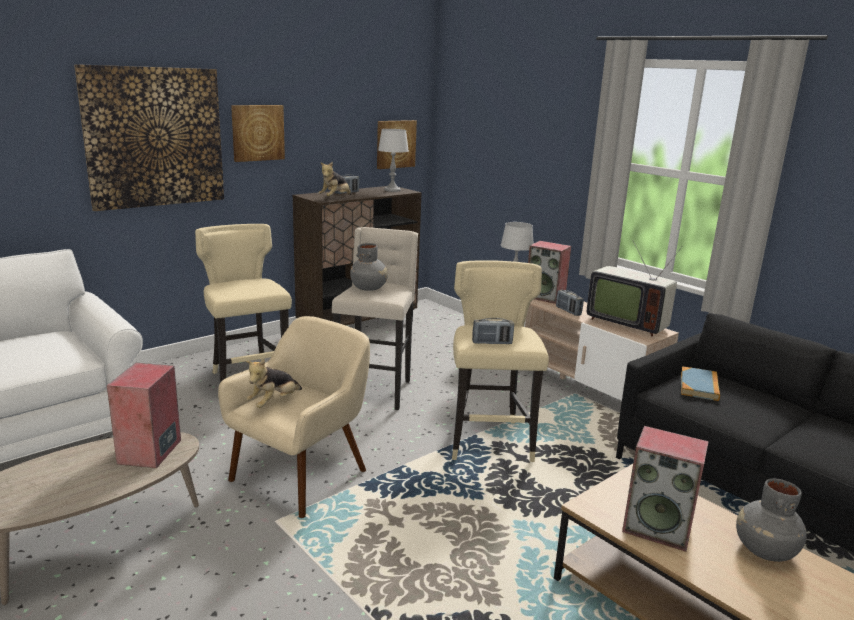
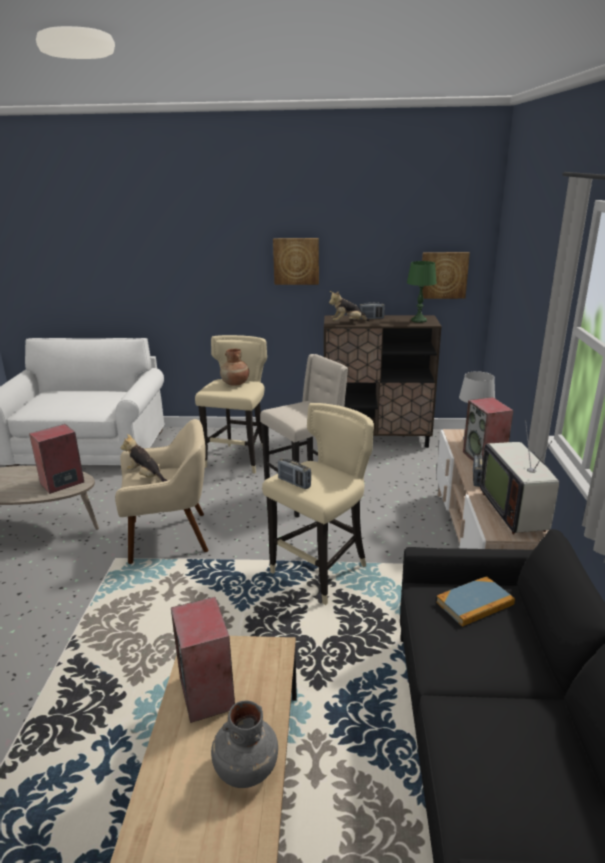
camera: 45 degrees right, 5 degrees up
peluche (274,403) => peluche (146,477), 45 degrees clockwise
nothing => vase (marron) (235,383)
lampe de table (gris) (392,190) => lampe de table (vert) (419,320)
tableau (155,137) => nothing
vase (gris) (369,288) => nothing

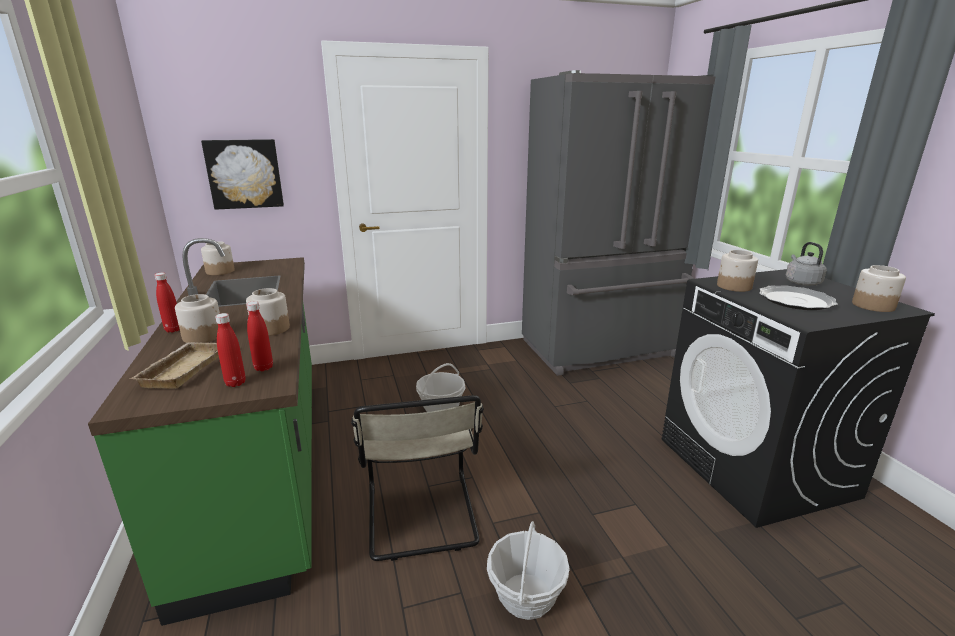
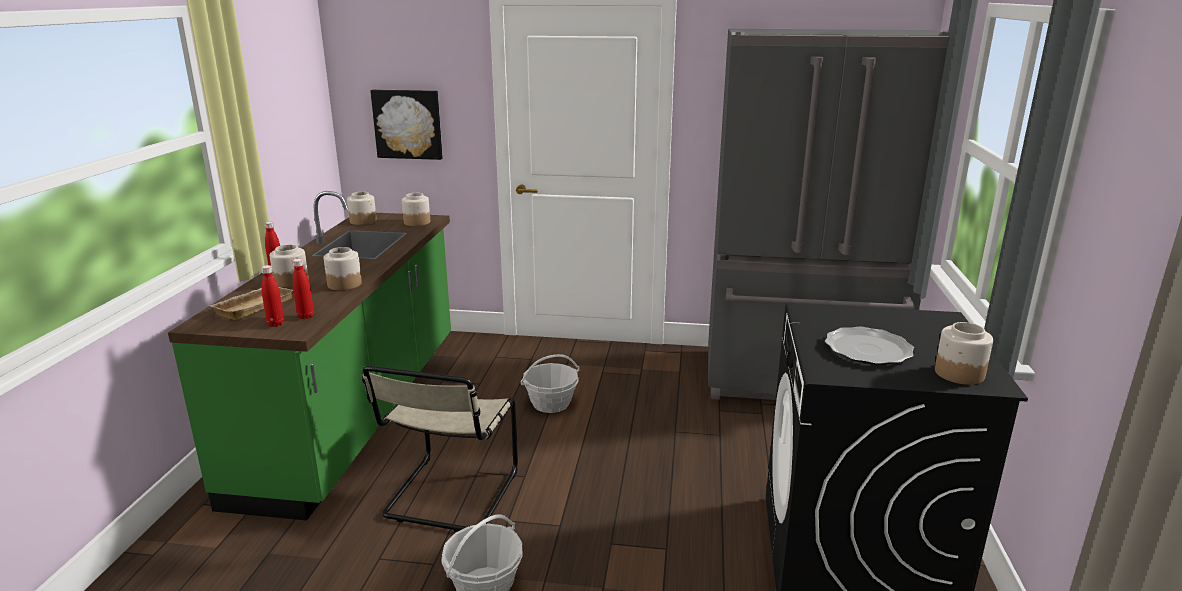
camera: 25 degrees right, 0 degrees up
bocal (733,286) => bocal (416,222), moved
bouilloire (gris) (801,282) => nothing

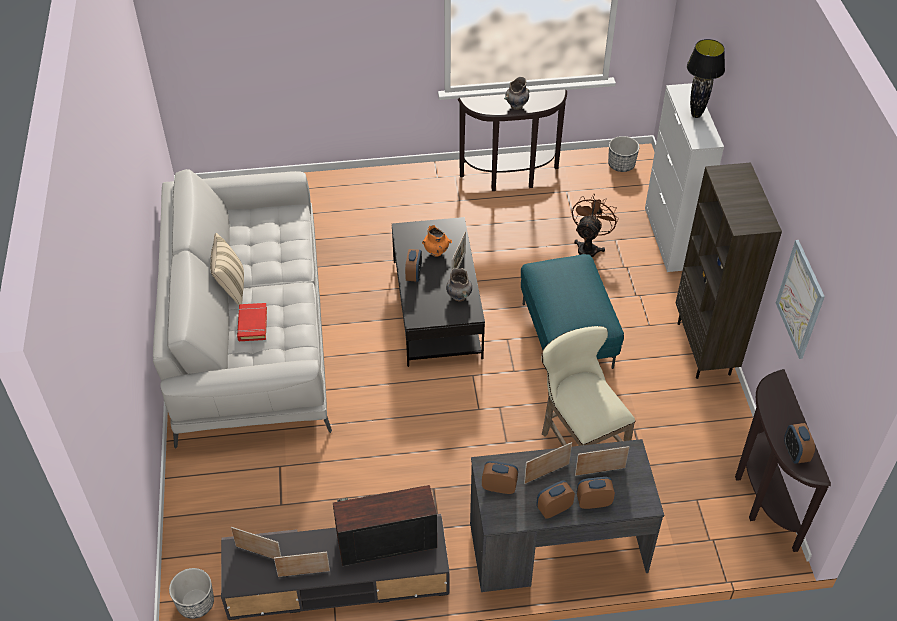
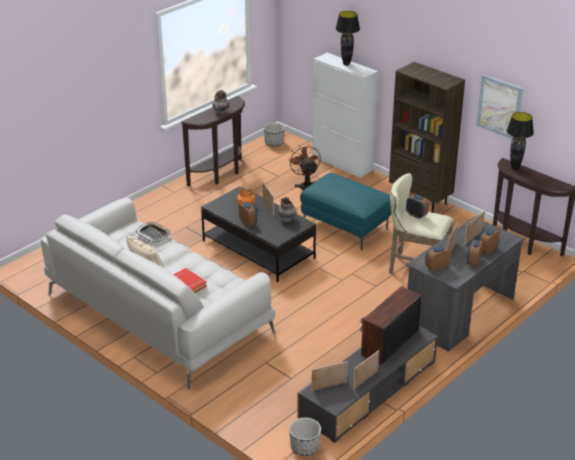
camera: 40 degrees left, 15 degrees down
nothing => plateau (153,234)
réveil (795,453) => réveil (416,215), moved
nothing => lampe de table (noir) (515,168)

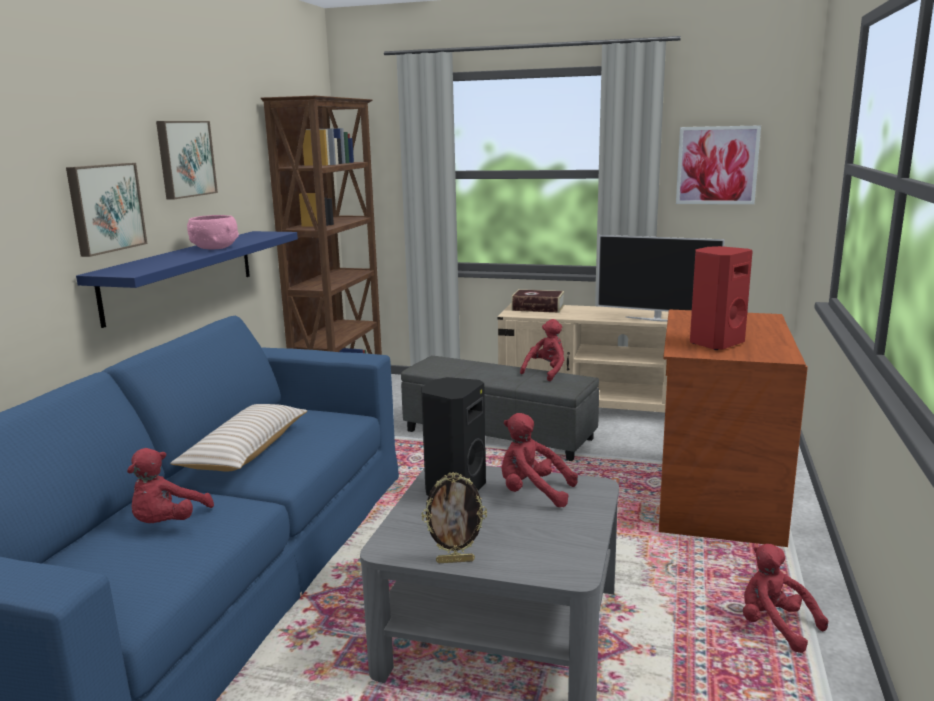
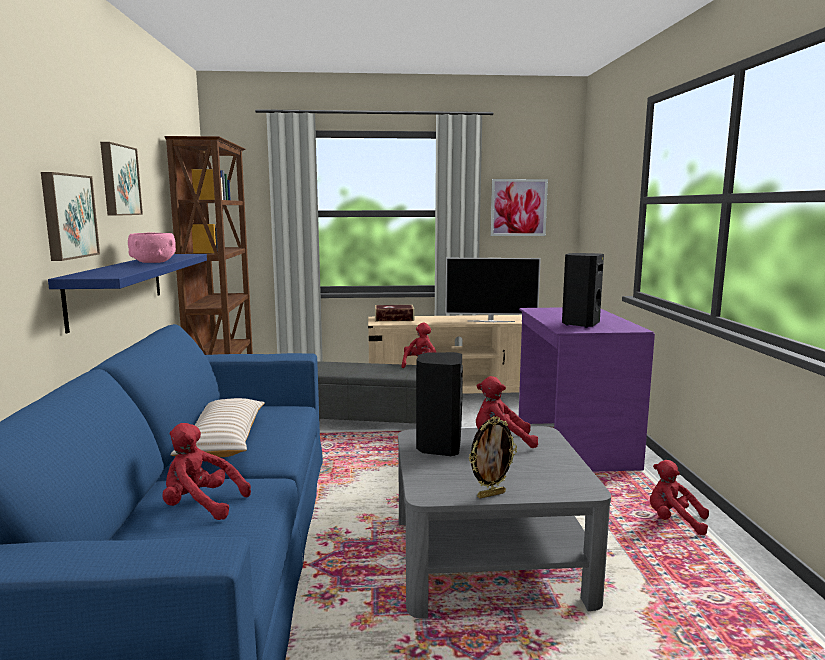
camera: 20 degrees left, 5 degrees down
peluche (rouge) (168,523) => peluche (rouge) (201,506), 105 degrees clockwise
bureau (marron) (716,496) => bureau (violet) (572,444)
enceinte (rouge) (714,343) => enceinte (noir) (580,324)

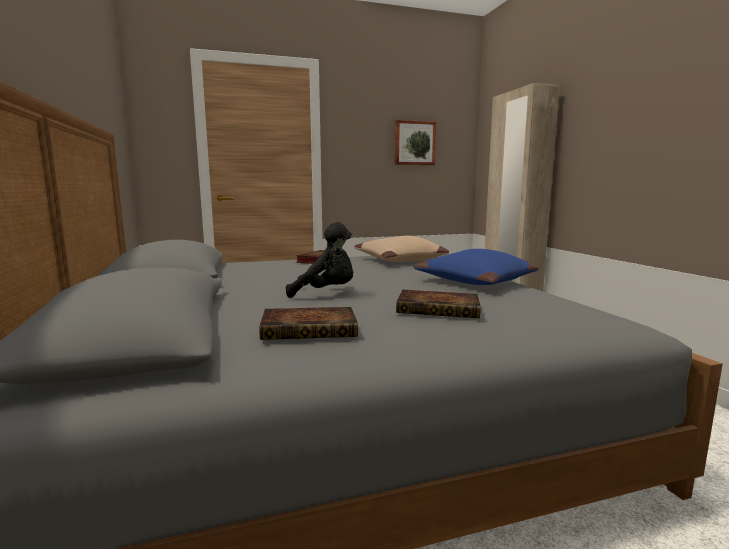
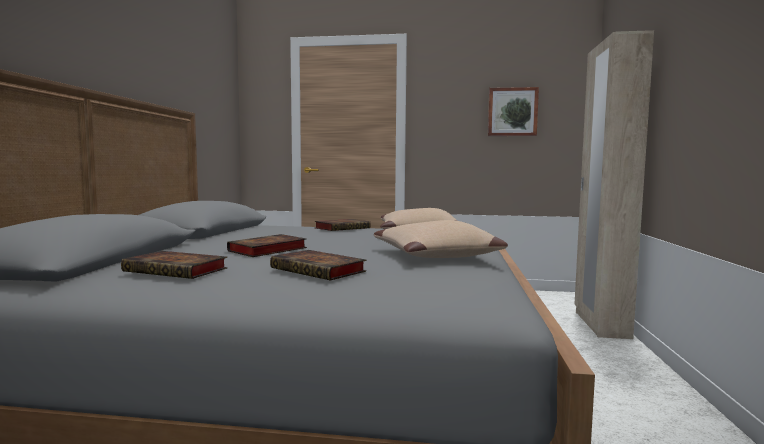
camera: 25 degrees right, 5 degrees down
peluche (noir) (326,293) => livre (266,250)
coussin (bleu) (476,281) => coussin (beige) (437,255)

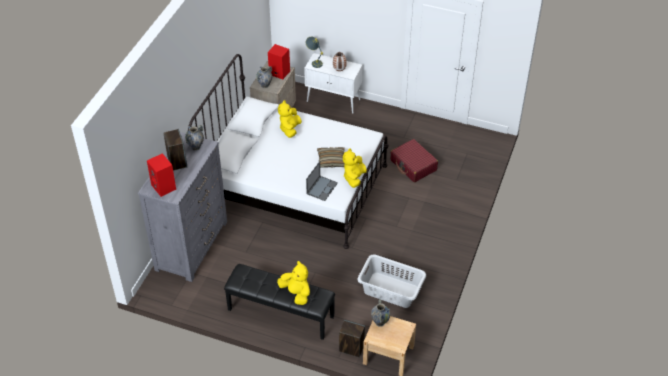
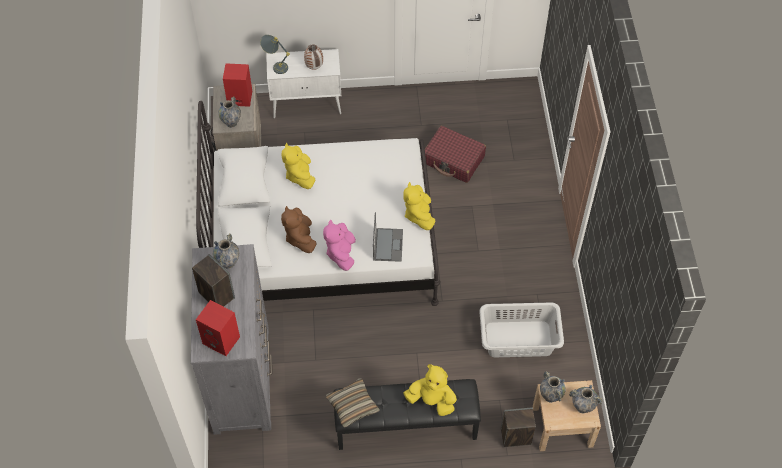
camera: 25 degrees left, 10 degrees up
nothing => peluche (marron) (300,238)
nothing => peluche (rose) (341,253)
coussin (331,160) => coussin (352,406), moved
nothing => vase (582,407)

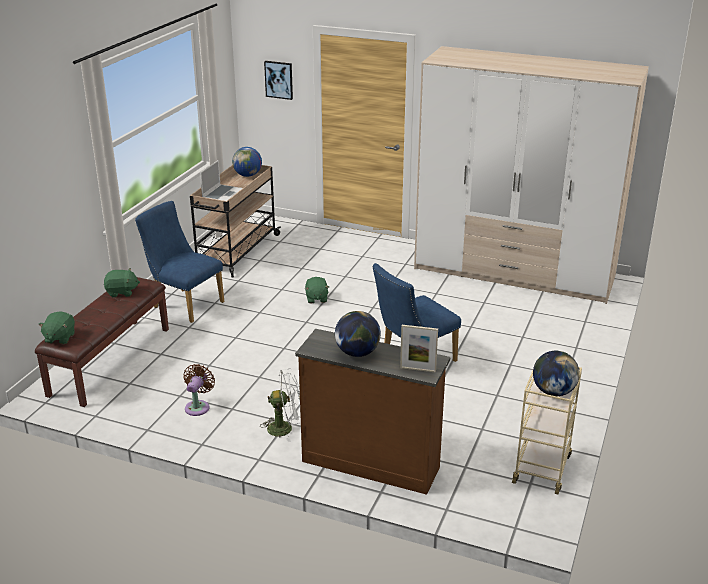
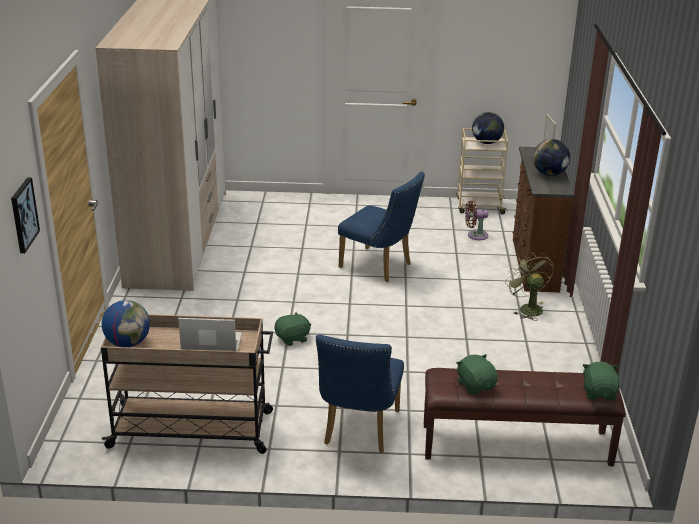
camera: 110 degrees left, 0 degrees up
ventilateur (marron) (198,406) => ventilateur (marron) (475,235), moved
ventilateur (blanc) (285,428) => ventilateur (vert) (527,308)
peluche (vert) (59,338) => peluche (vert) (599,393), 75 degrees counterclockwise

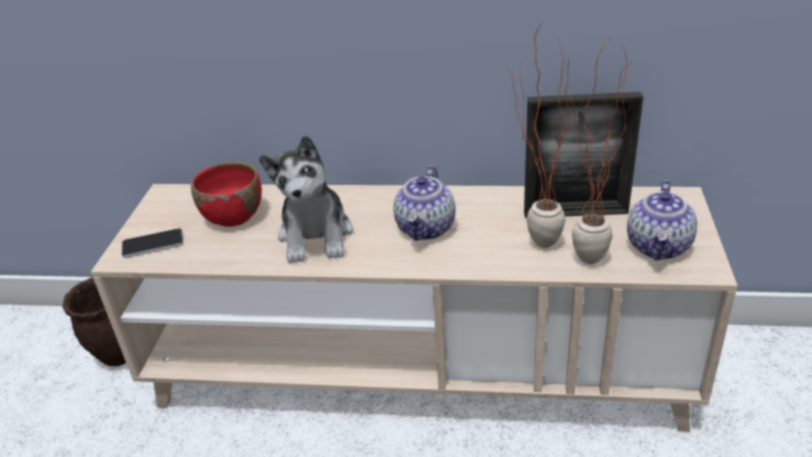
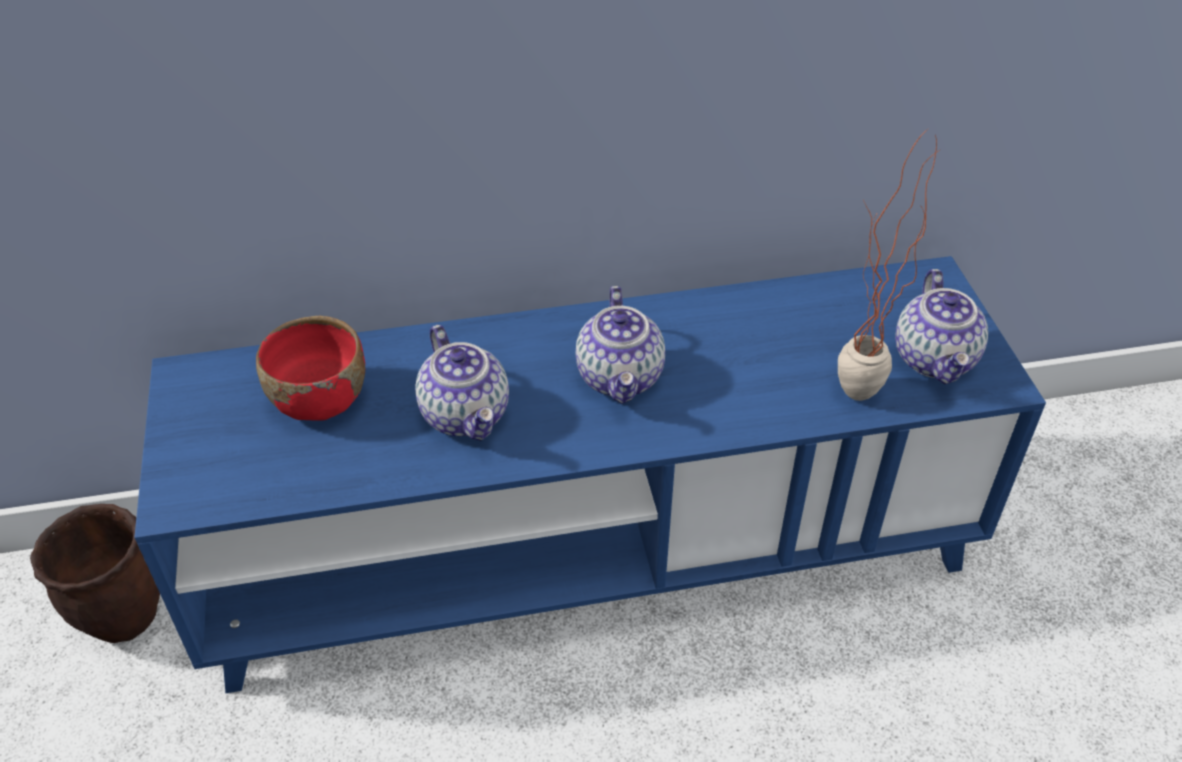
camera: 20 degrees left, 10 degrees up
meuble télé (beige) (417,370) => meuble télé (bleu) (591,555)
peluche (316,236) => théière (466,414)
téléphone (153,244) => nothing
plante en pot (532,242) => nothing
cadre photo (575,213) => nothing

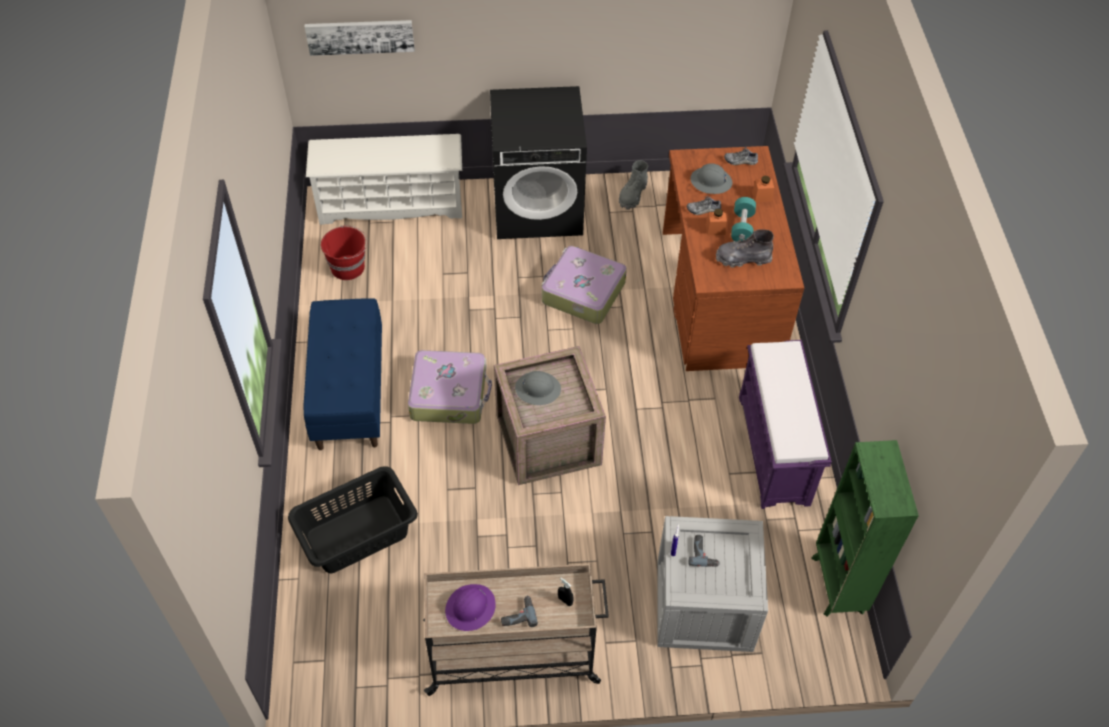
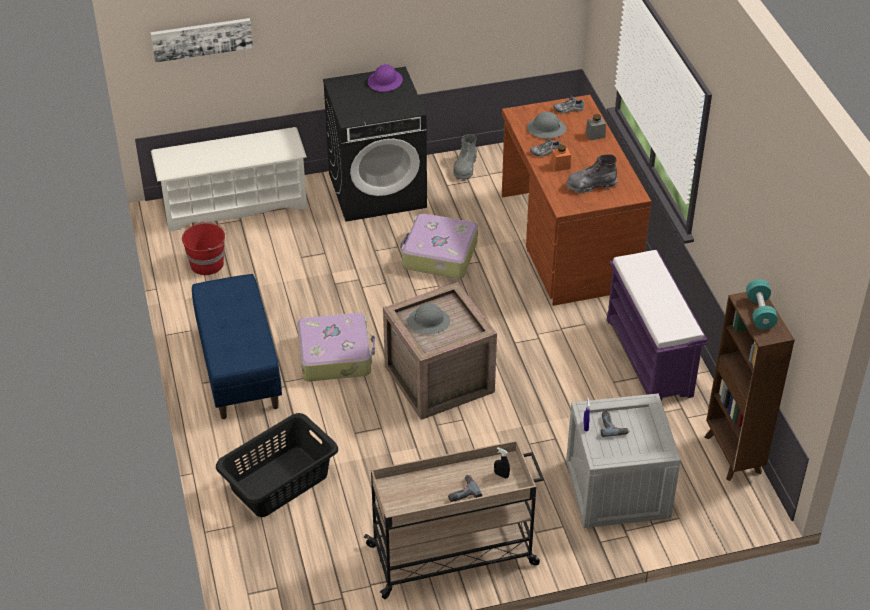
camera: 10 degrees left, 10 degrees down
casque de chantier (violet) (471,608) => casque de chantier (violet) (385,82), moved
bocal (orange) (762,196) => bocal (gris) (595,135)
bibliothèque (vert) (837,586) => bibliothèque (marron) (733,455)
haltère (turquoise) (742,227) => haltère (turquoise) (760,312), moved

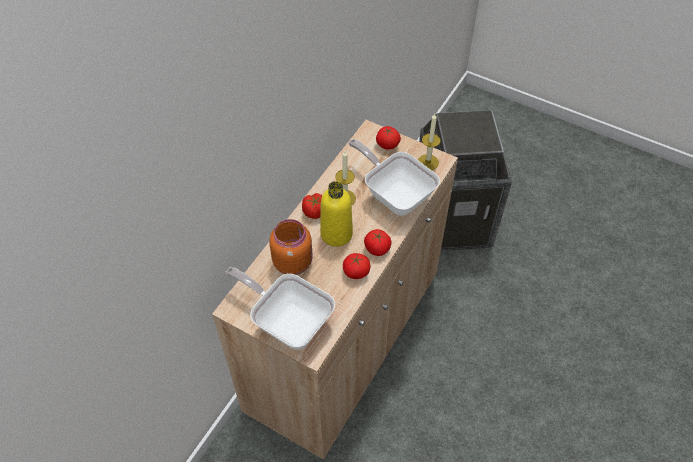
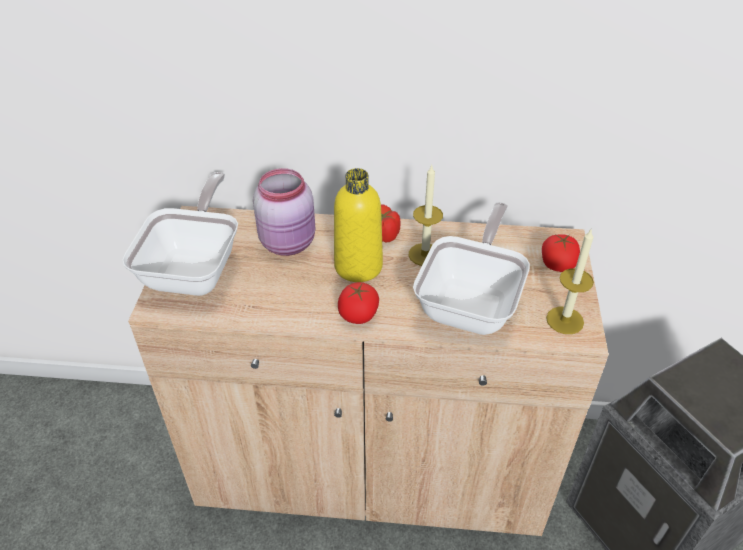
camera: 65 degrees right, 10 degrees down
bocal (orange) (293,262) => bocal (rose) (289,243)
tomate (356,272) => nothing

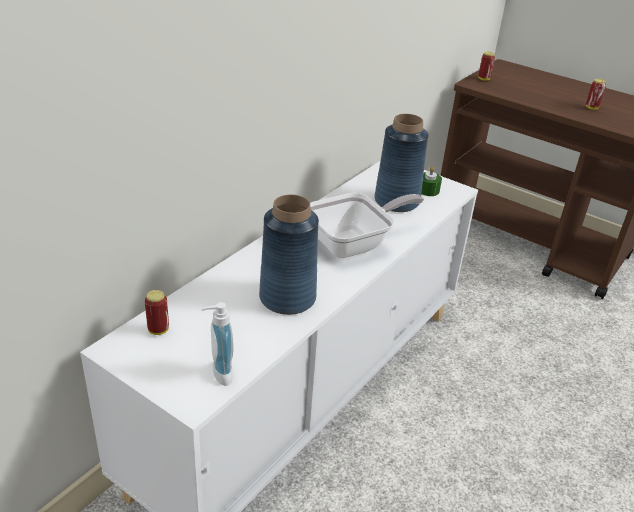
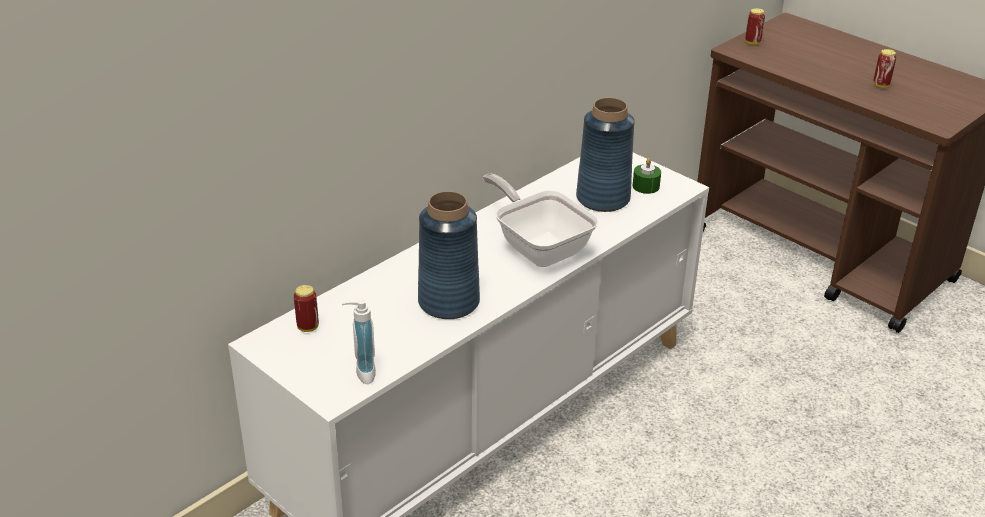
camera: 10 degrees right, 0 degrees up
poêle (355,244) => poêle (538,247), 105 degrees counterclockwise

